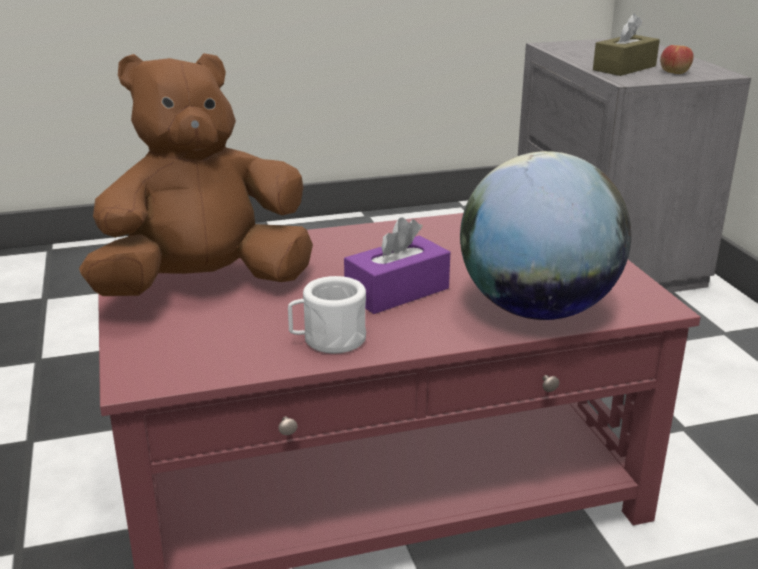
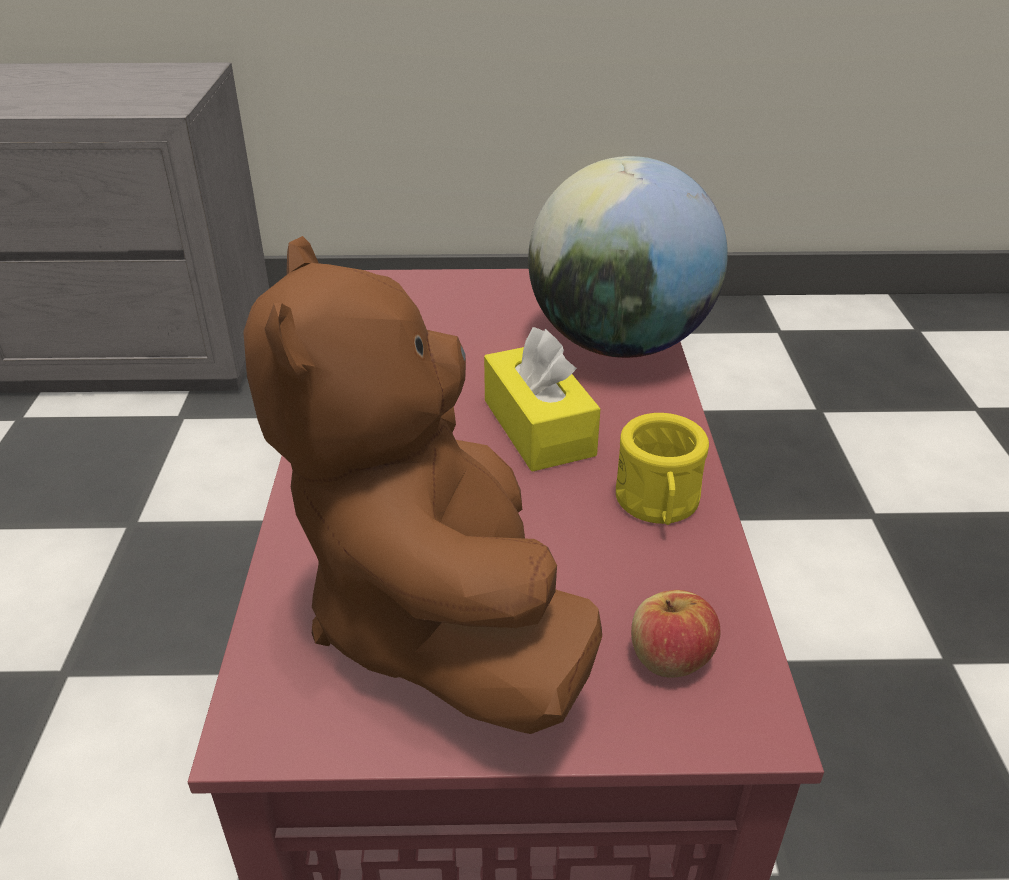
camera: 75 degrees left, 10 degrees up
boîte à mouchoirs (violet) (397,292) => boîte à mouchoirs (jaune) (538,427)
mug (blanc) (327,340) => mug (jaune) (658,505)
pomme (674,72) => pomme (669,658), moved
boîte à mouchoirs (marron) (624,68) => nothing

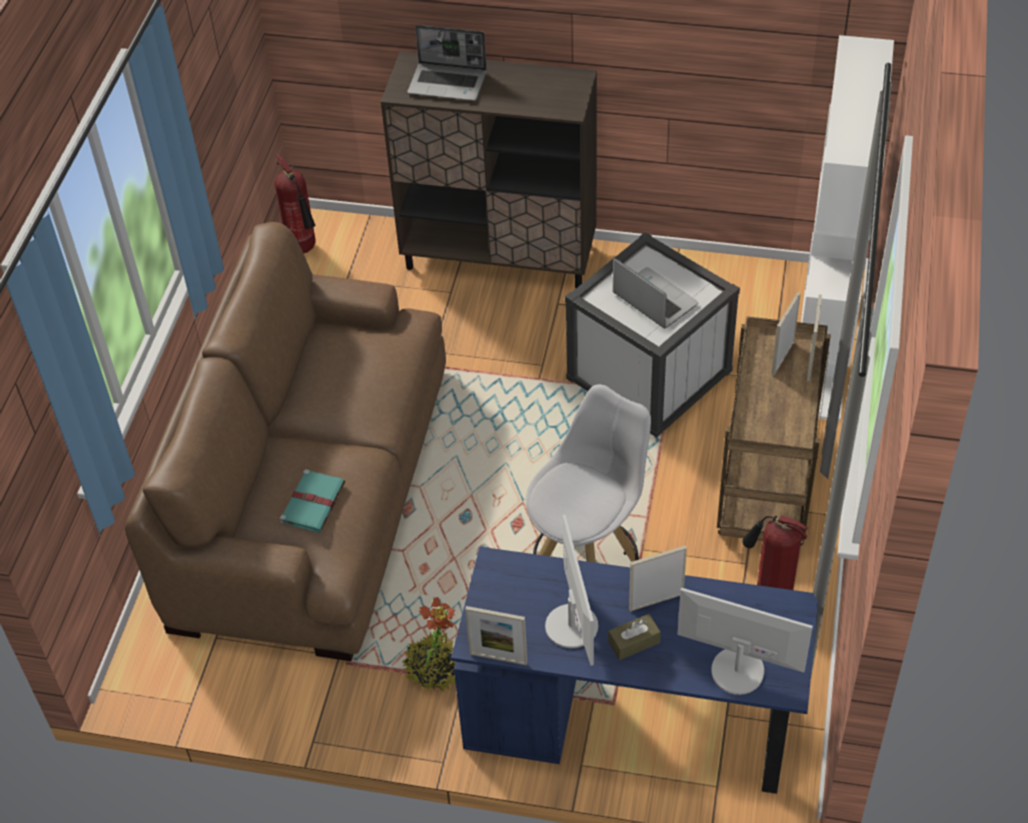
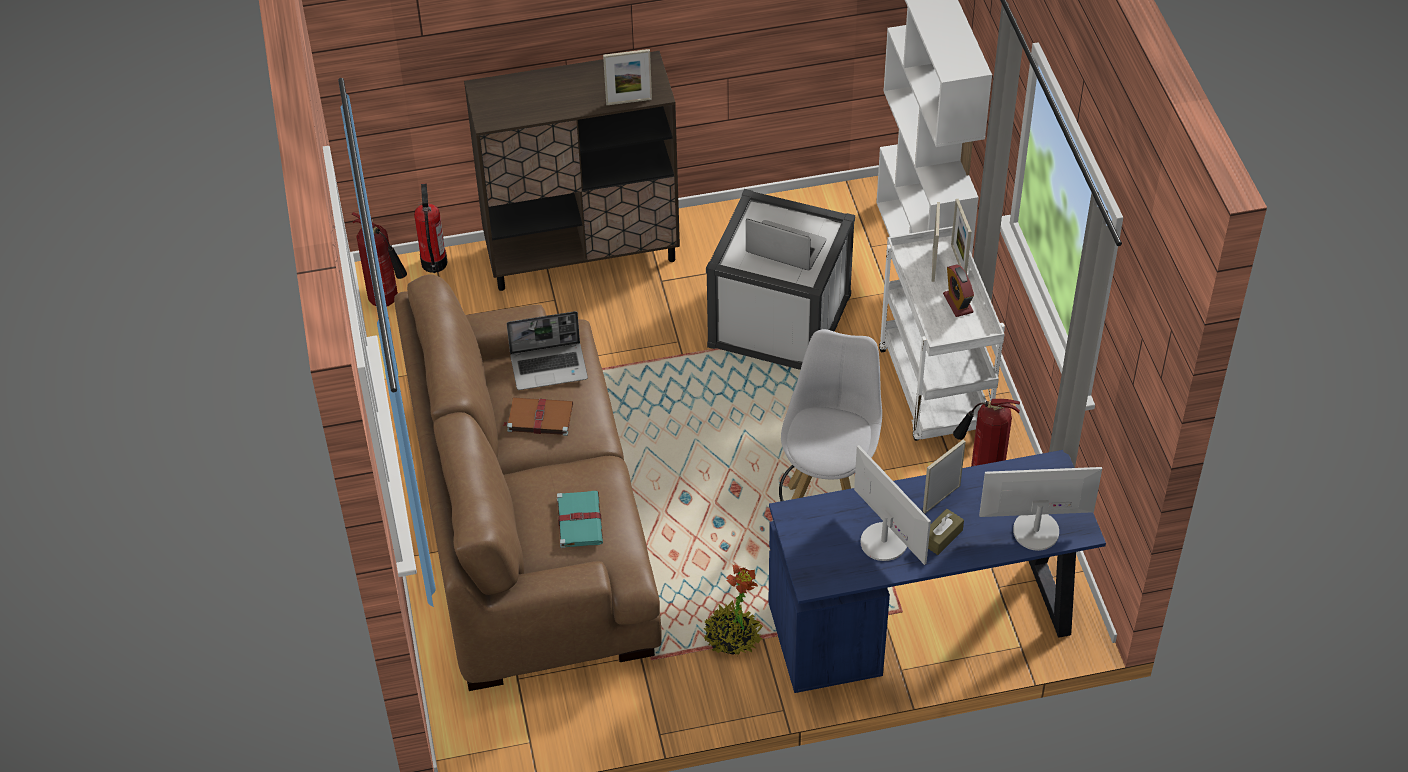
camera: 25 degrees left, 0 degrees up
nothing => extincteur (434,263)
nothing => livre (marron) (539,418)
ordinateur portable (448,83) => ordinateur portable (549,367), moved
cadre photo (498,658) => cadre photo (629,101), moved
chariot (marron) (767,492) => chariot (blanc) (936,391)
nothing => réveil (958,303)

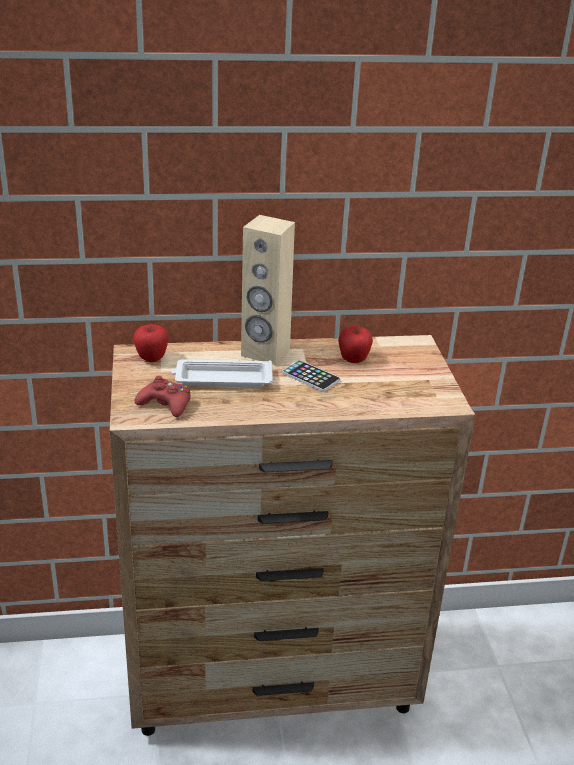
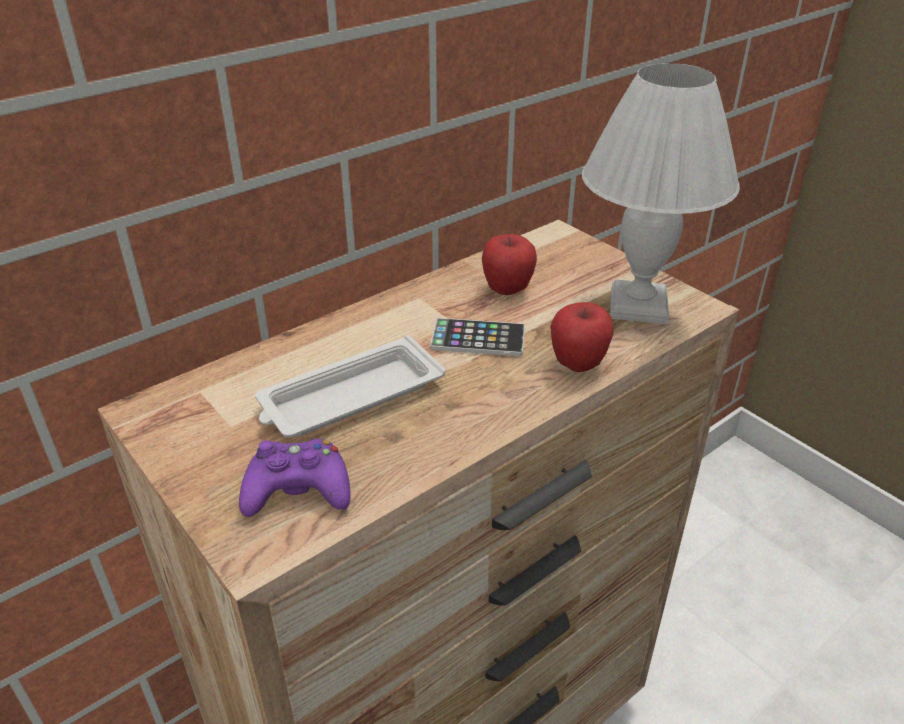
camera: 30 degrees left, 5 degrees up
manette (rouge) (165,404) => manette (violet) (298,489)
pomme (151,358) => pomme (578,364), moved
nothing => lampe de table (blanc) (636,306)
enceinte (beige) (265,353) => nothing

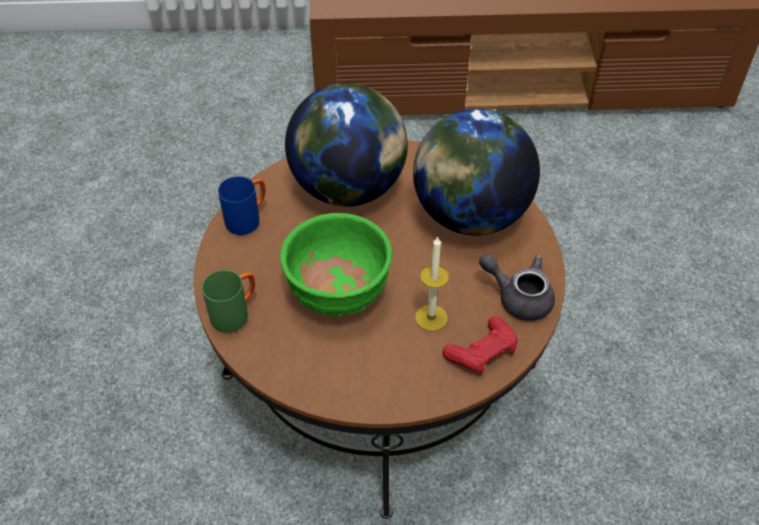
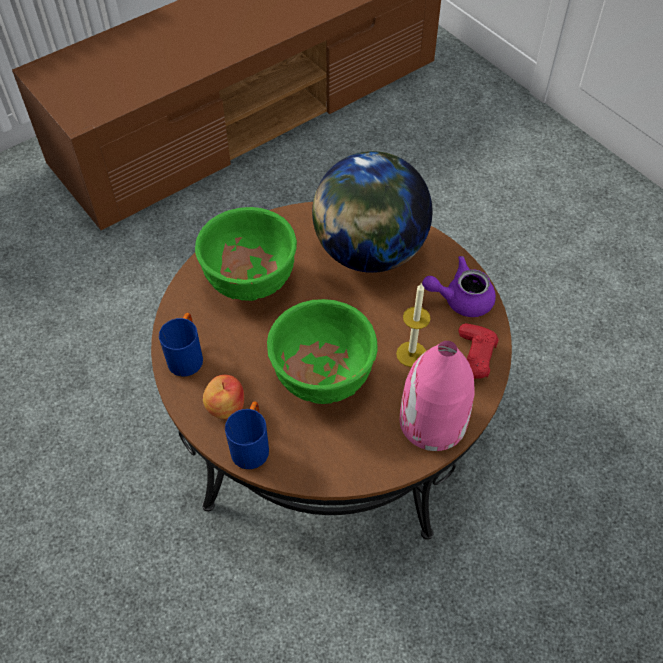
camera: 35 degrees left, 5 degrees up
globe (349,188) => bol (vert) (251,280)
nothing => pomme (225,407)
mug (vert) (235,313) => mug (bleu) (251,445)
nothing => vase (rose) (432,422)
théière (gris) (518,297) => théière (violet) (460,299)

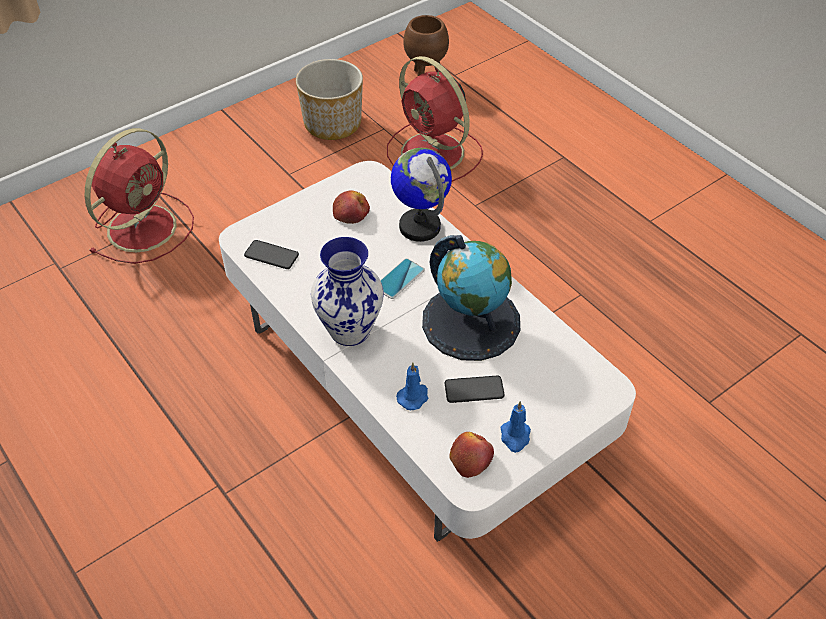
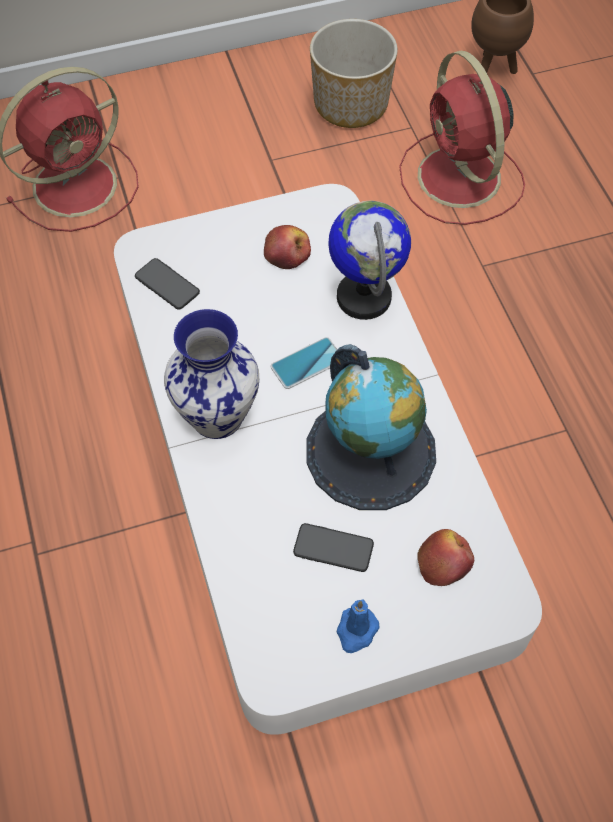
camera: 20 degrees right, 10 degrees up
pomme (470,458) => pomme (444,561), moved
bougie (bleu) (413,397) => nothing

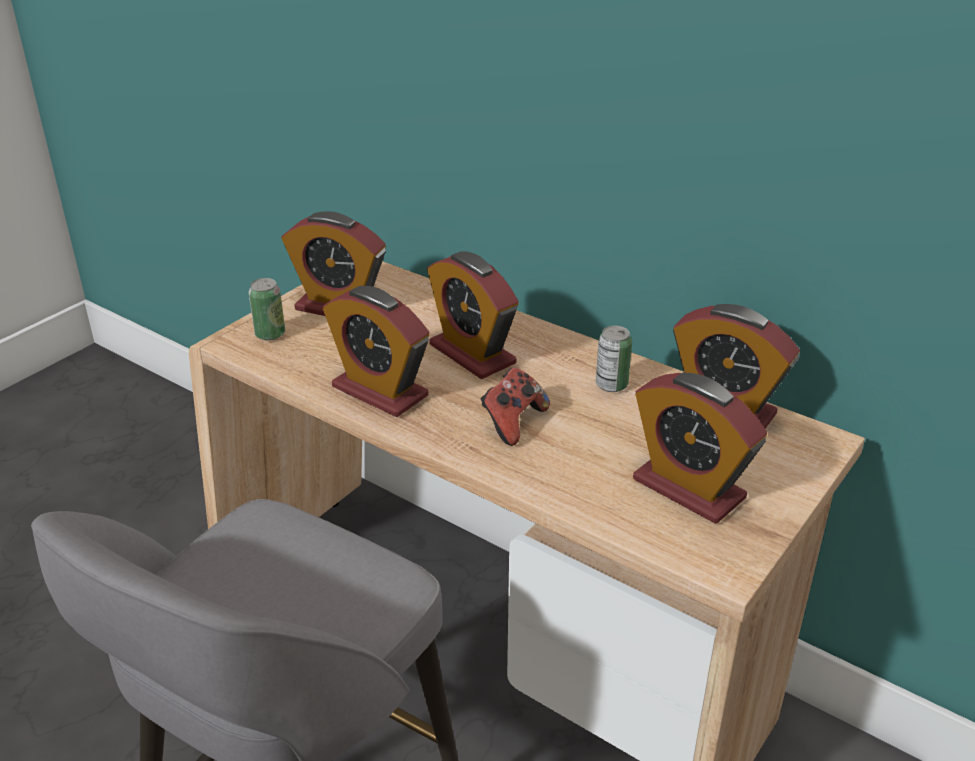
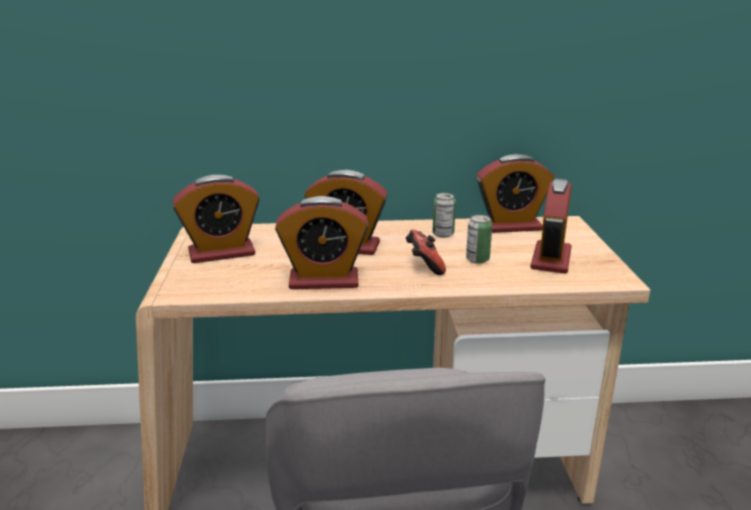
camera: 40 degrees left, 10 degrees down
boîte métallique (270,334) => boîte métallique (477,259), moved
réveil (688,489) => réveil (551,259), 105 degrees clockwise

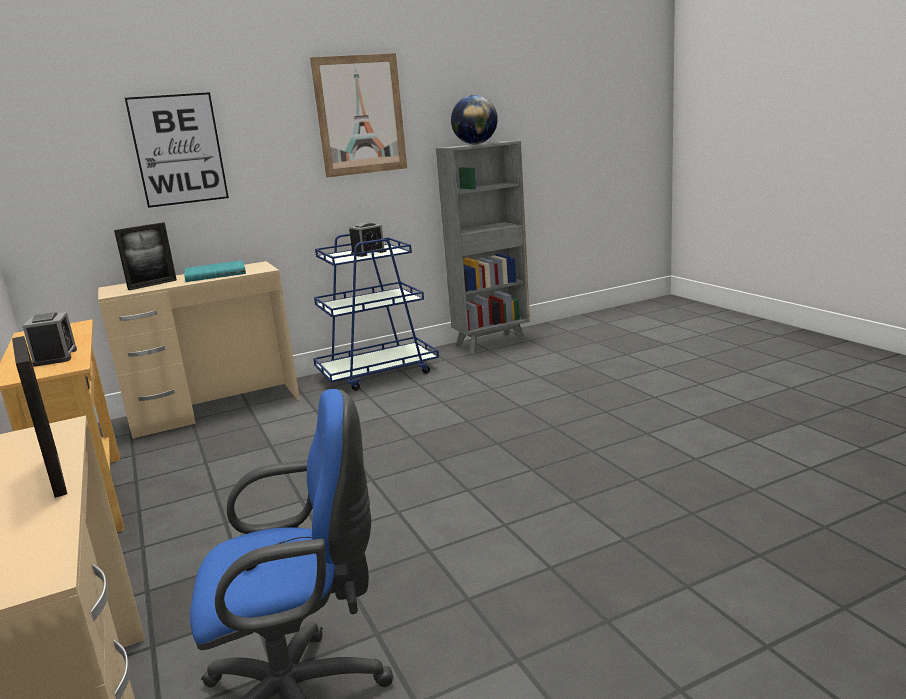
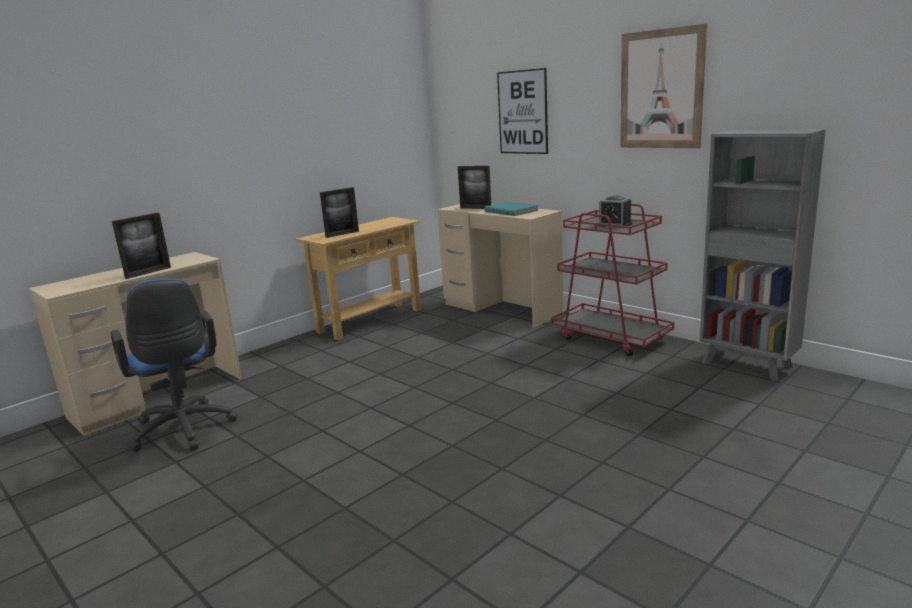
camera: 70 degrees right, 0 degrees up
réveil (55,357) => cadre photo (342,234)
chariot (bleu) (378,373) => chariot (rouge) (611,338)
globe (475,144) => nothing

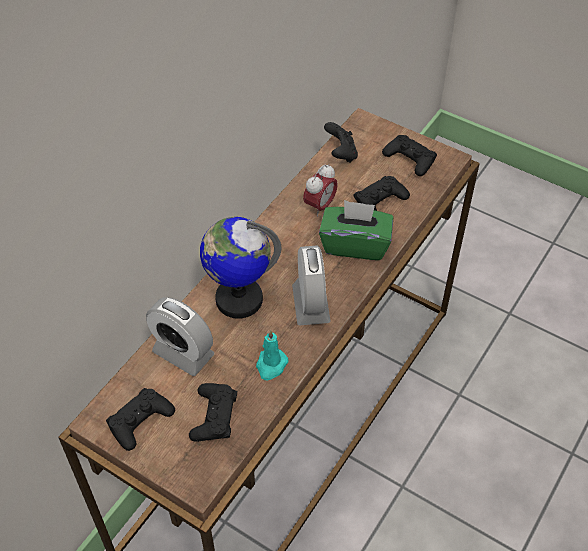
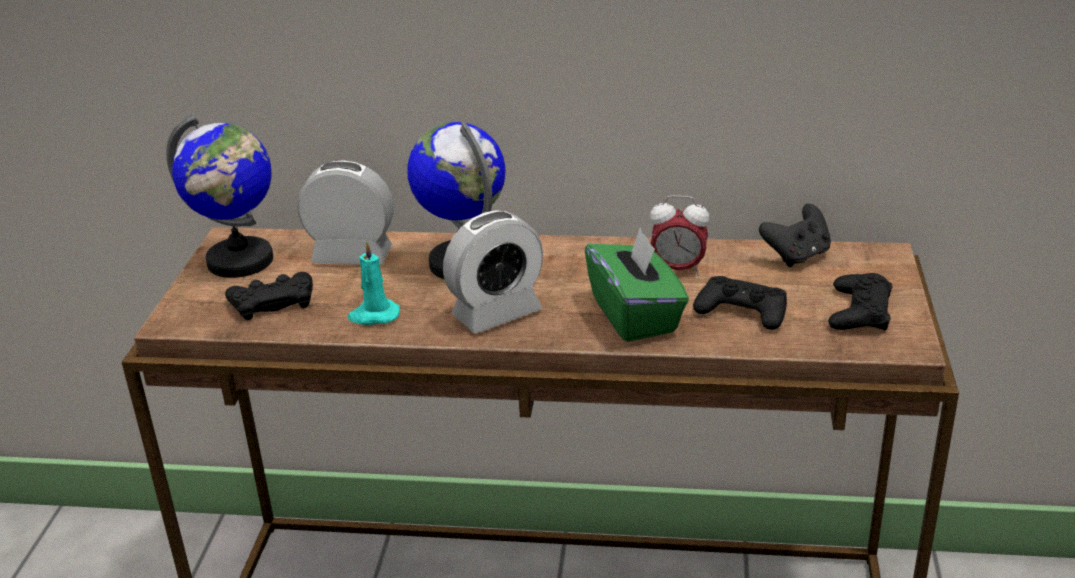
camera: 65 degrees right, 20 degrees down
manette (noir) (140,421) => globe (240,261)
réveil (183,353) => réveil (352,255), 90 degrees clockwise

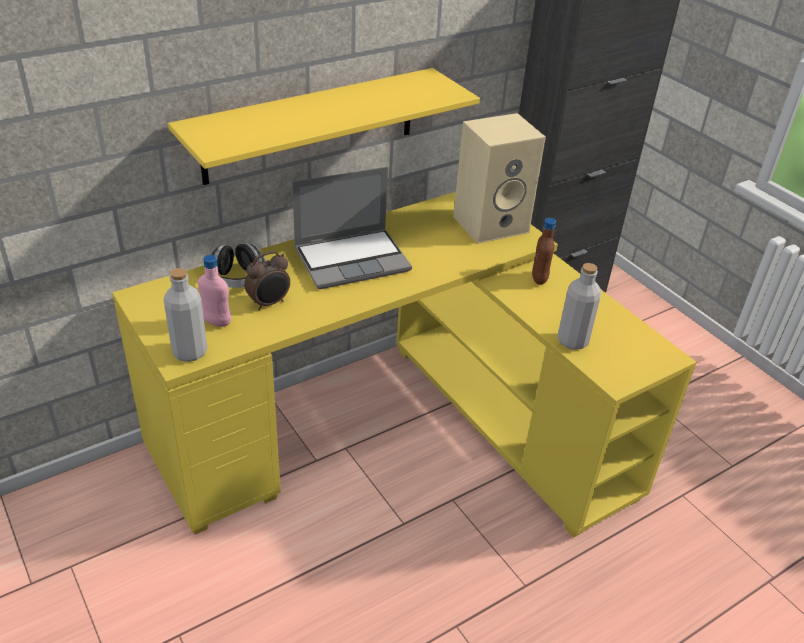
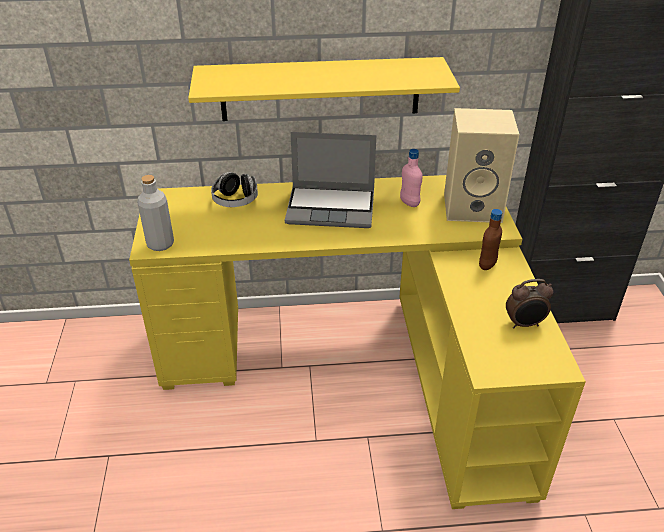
camera: 30 degrees right, 0 degrees up
bouteille (rose) (217,322) => bouteille (rose) (409,203), moved
réveil (269,303) => réveil (524,324), moved
bouteille (gris) (572,341) => nothing

